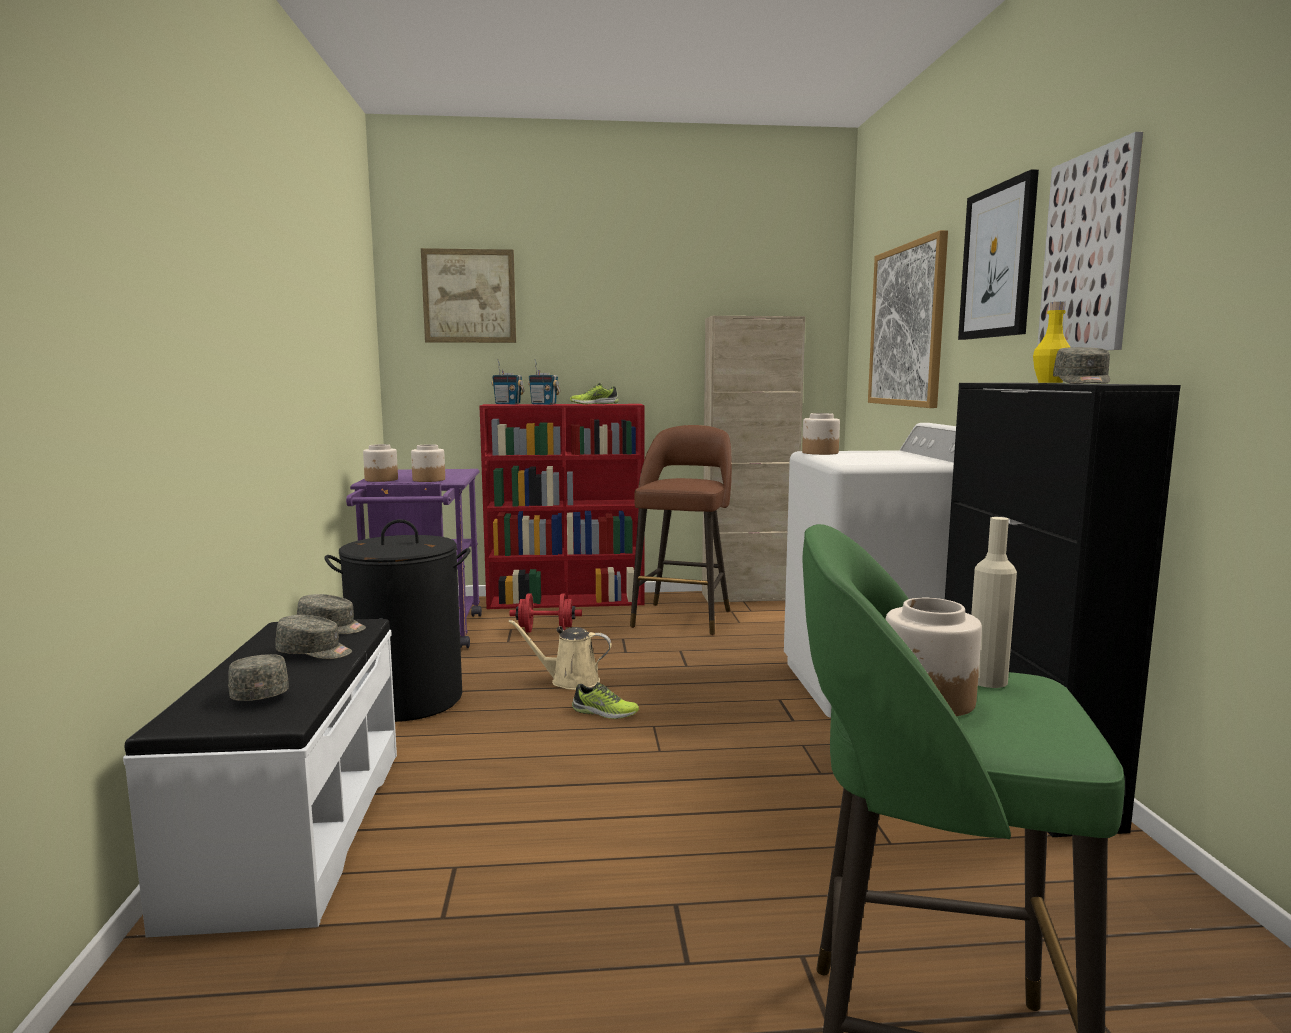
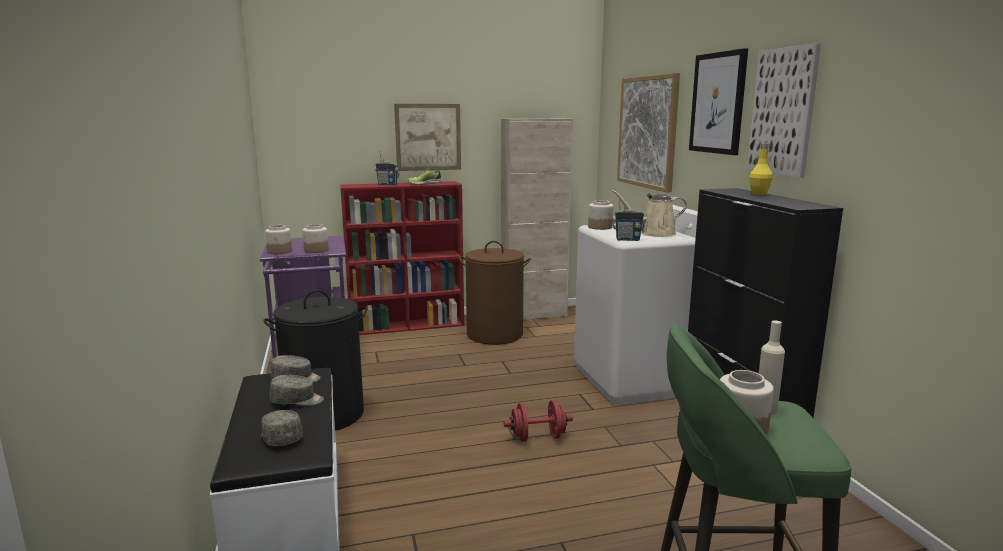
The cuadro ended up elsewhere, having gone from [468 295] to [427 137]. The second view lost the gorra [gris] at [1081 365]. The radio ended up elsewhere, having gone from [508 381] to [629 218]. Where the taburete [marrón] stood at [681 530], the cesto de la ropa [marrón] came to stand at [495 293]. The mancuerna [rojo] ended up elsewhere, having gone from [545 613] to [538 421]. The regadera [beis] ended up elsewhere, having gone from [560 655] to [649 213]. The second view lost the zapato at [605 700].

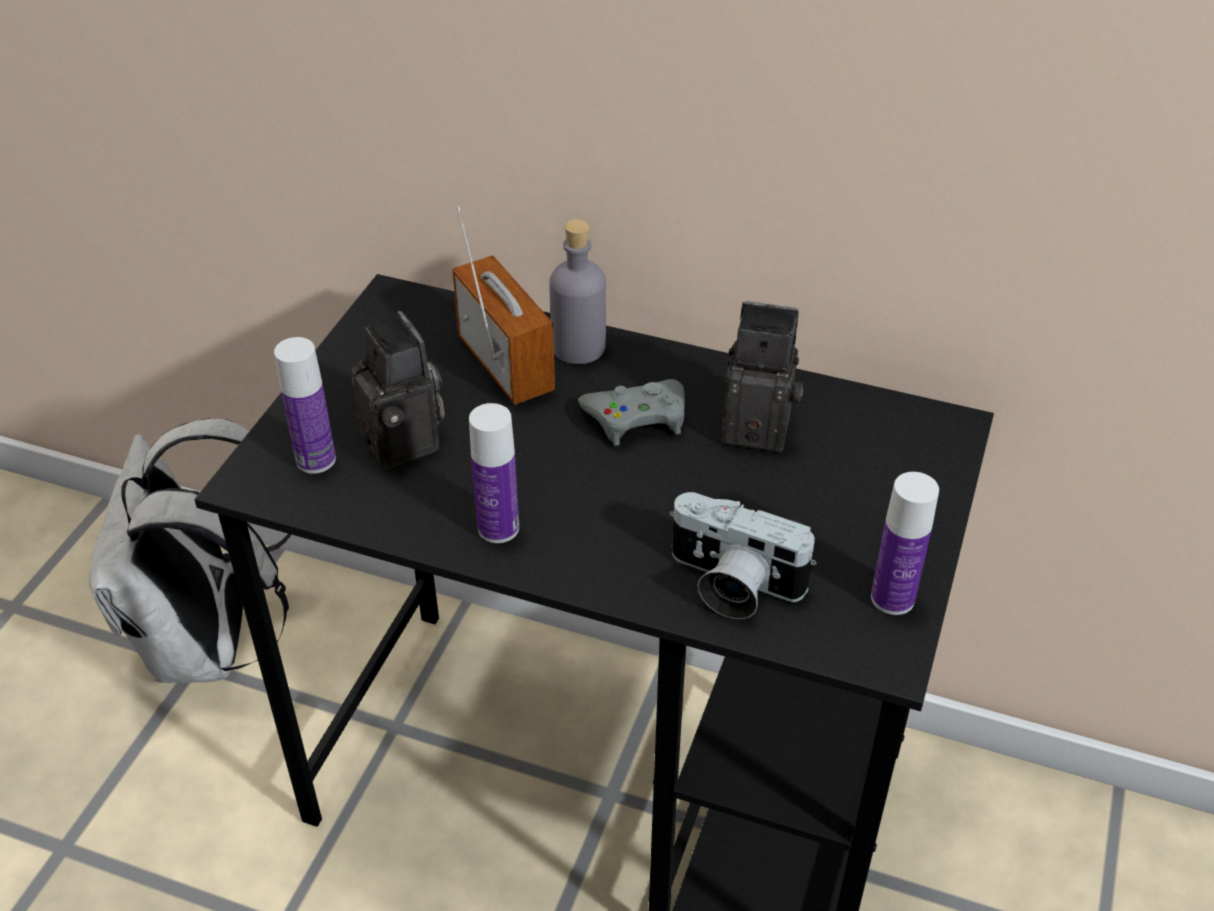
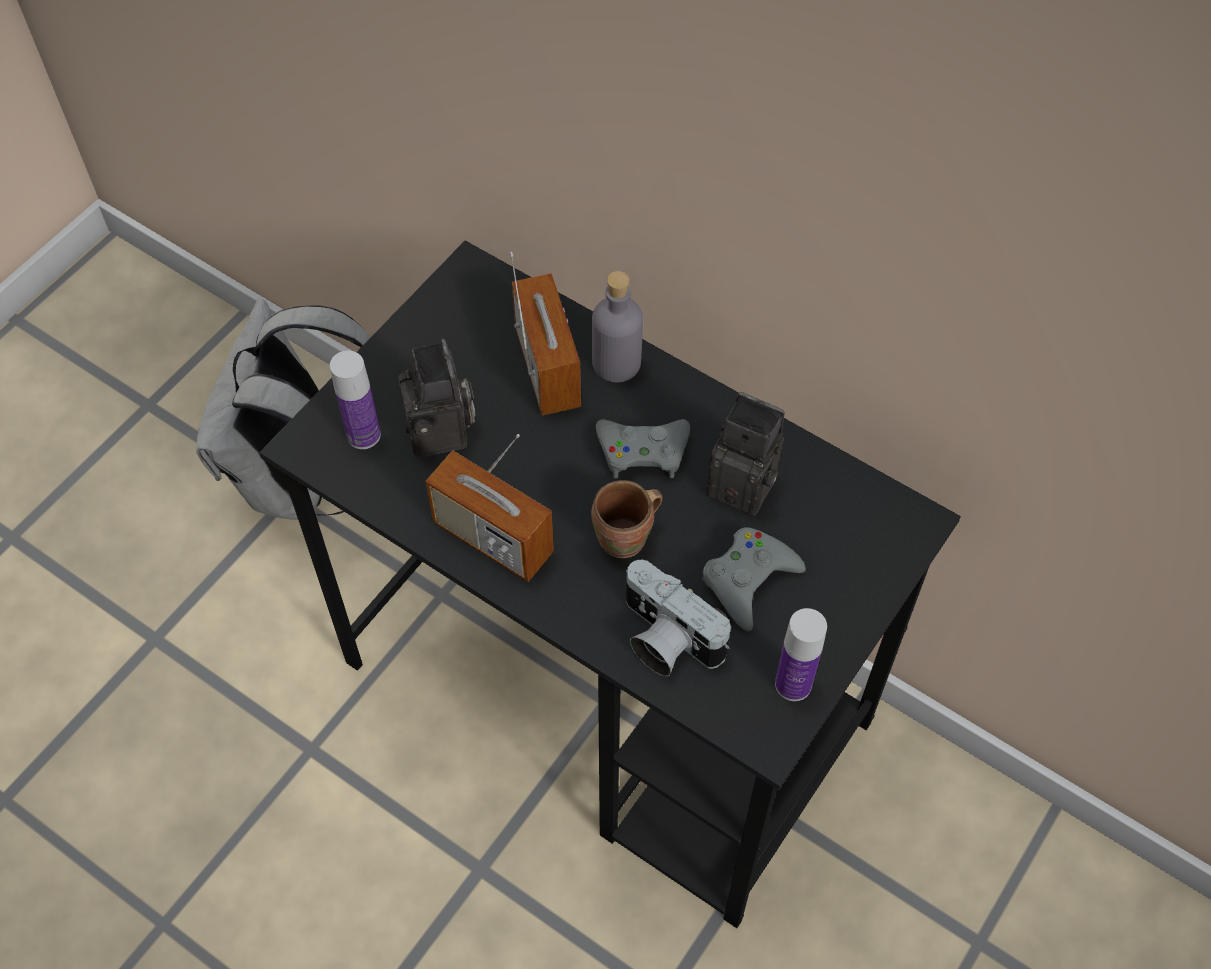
Where the botella stood at [494 473], the radio came to stand at [489 508]. The second view gained the taza grande [marrón] at [627 519]. The second view gained the mando de consola [gris] at [754 579].

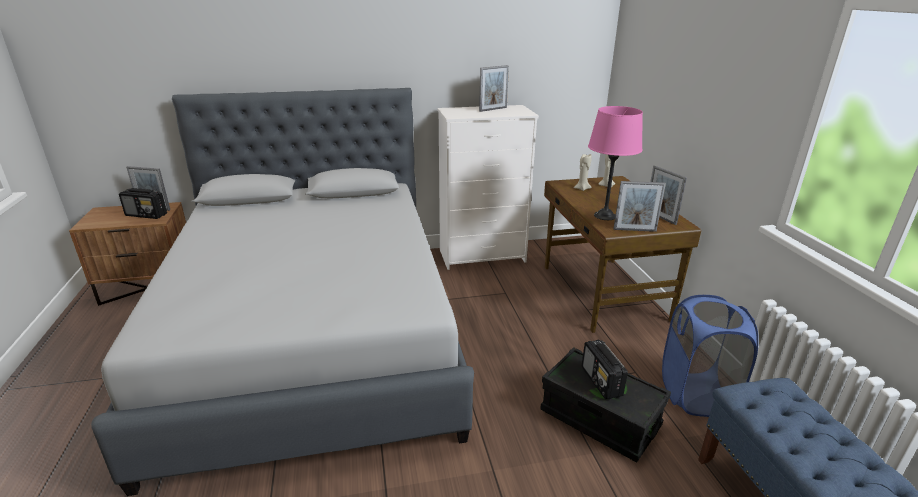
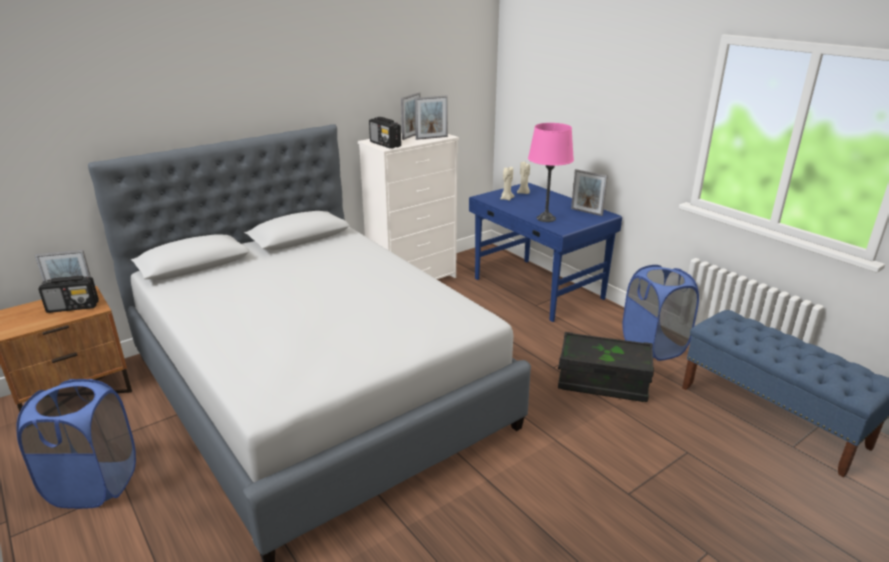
What was the escritorio [marrón] at [622 254] turned into the escritorio [azul] at [545 252]. The portarretratos ended up elsewhere, having gone from [640 206] to [431 118]. The radio ended up elsewhere, having gone from [605 369] to [385 132]. The second view gained the cesto de la ropa [azul] at [76 444].

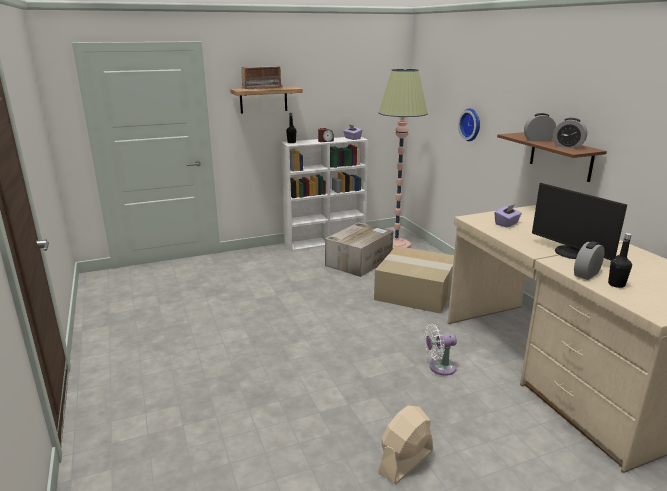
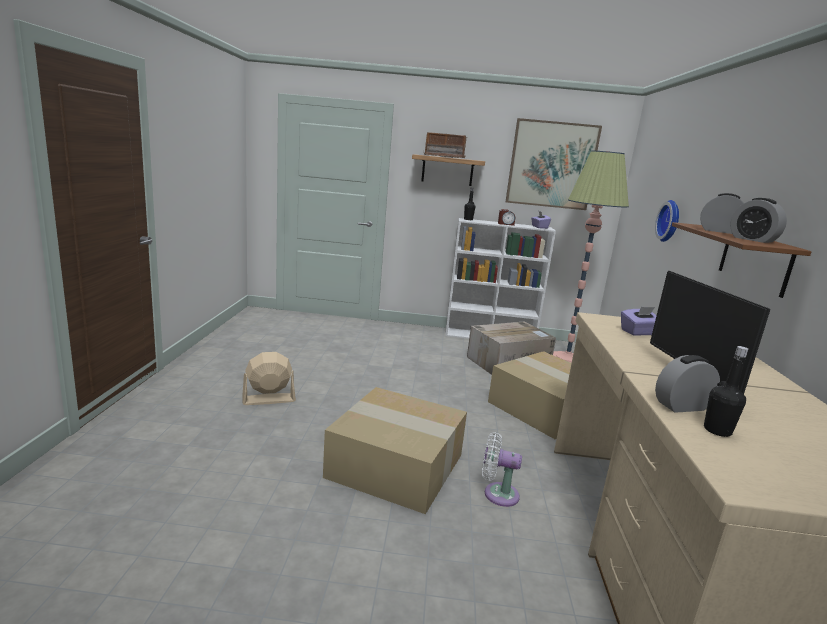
The ventilador [beis] ended up elsewhere, having gone from [405 445] to [269 378]. The second view gained the cuadro at [554 164]. The second view gained the caja de cartón at [395 450].

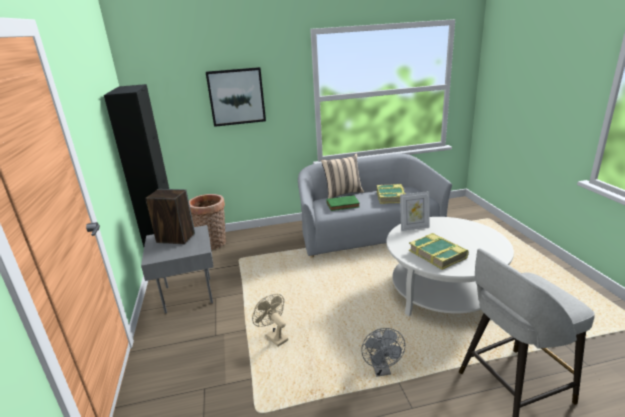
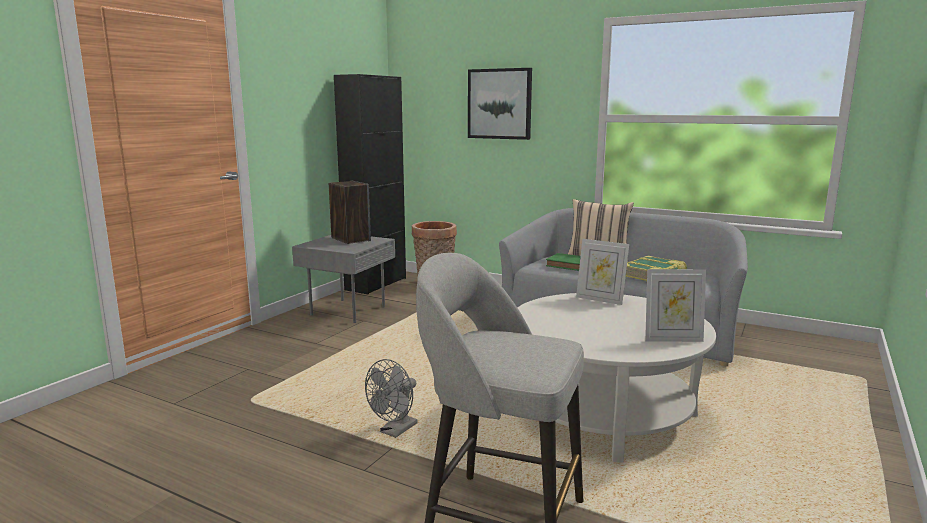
The second view lost the libro at [439 251]. The second view lost the ventilador [beis] at [270 320]. The second view gained the portarretratos at [675 305].

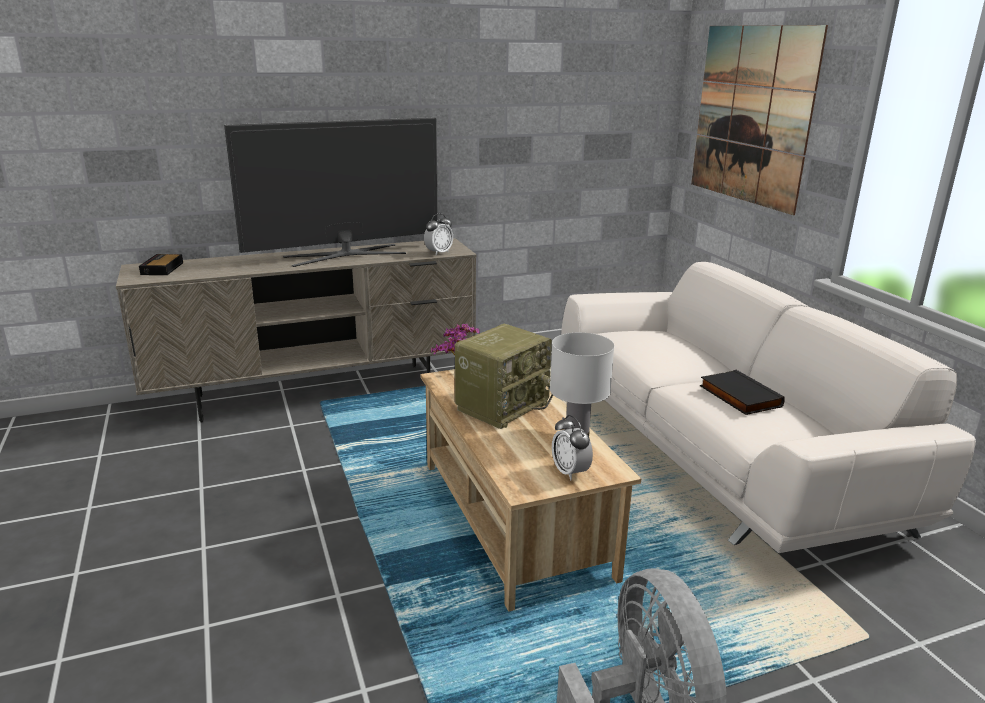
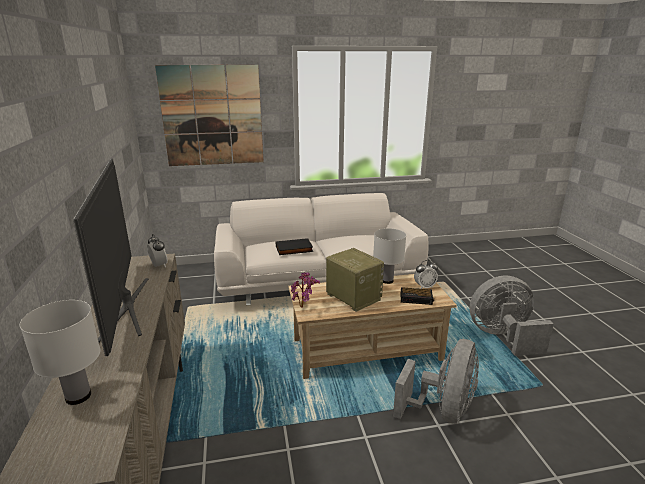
The despertador ended up elsewhere, having gone from [161 264] to [417 296]. The libro [negro] ended up elsewhere, having gone from [742 392] to [294 246]. The second view gained the lámpara de mesa [blanco] at [60 352]. The second view gained the ventilador [gris] at [436 381].

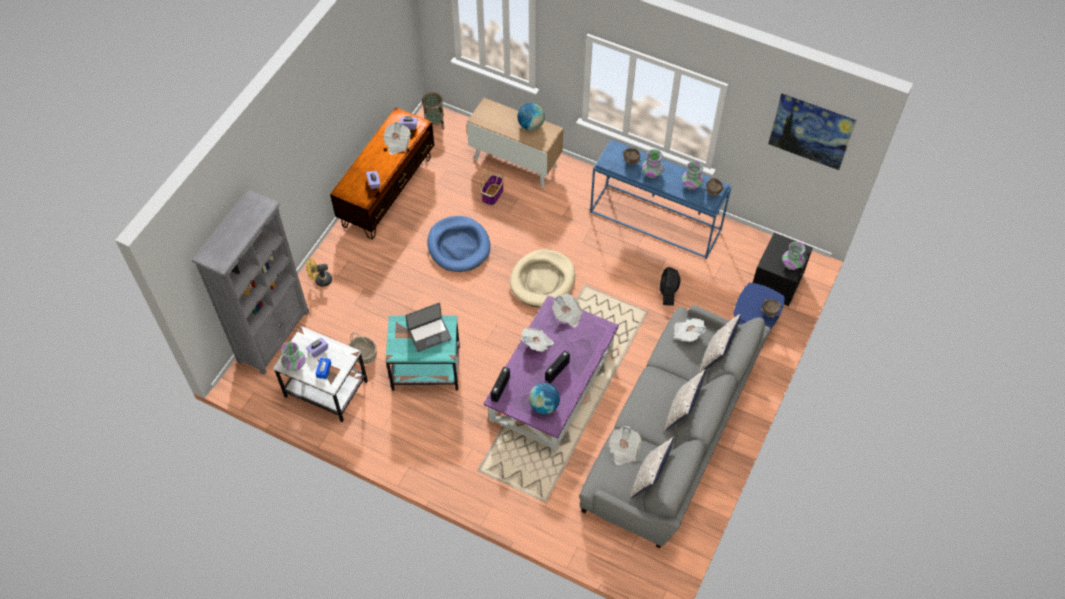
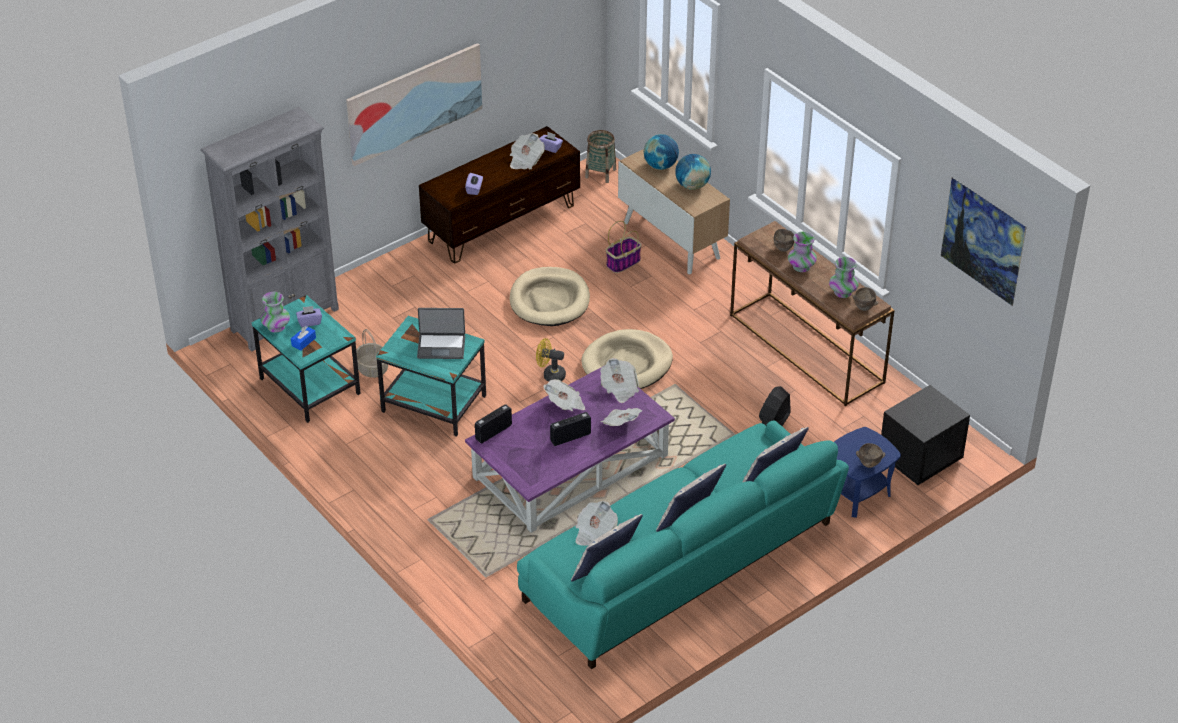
What was the mesa consola [azul] at [661 199] turned into the mesa consola [marrón] at [812 313]. What was the cama para perro [azul] at [459 244] turned into the cama para perro [beis] at [550 296]. The second view lost the florero at [794 255]. The ventilador [amarillo] ended up elsewhere, having gone from [319 272] to [551 360]. What was the sofá [gris] at [675 427] turned into the sofá [turquesa] at [683 544]. The periódico ended up elsewhere, having gone from [690 330] to [622 417]. What was the mesa auxiliar [blanco] at [320 374] turned into the mesa auxiliar [turquesa] at [306 359]. The globo terráqueo ended up elsewhere, having gone from [544 398] to [661 152]. The second view gained the cuadro at [414 104].

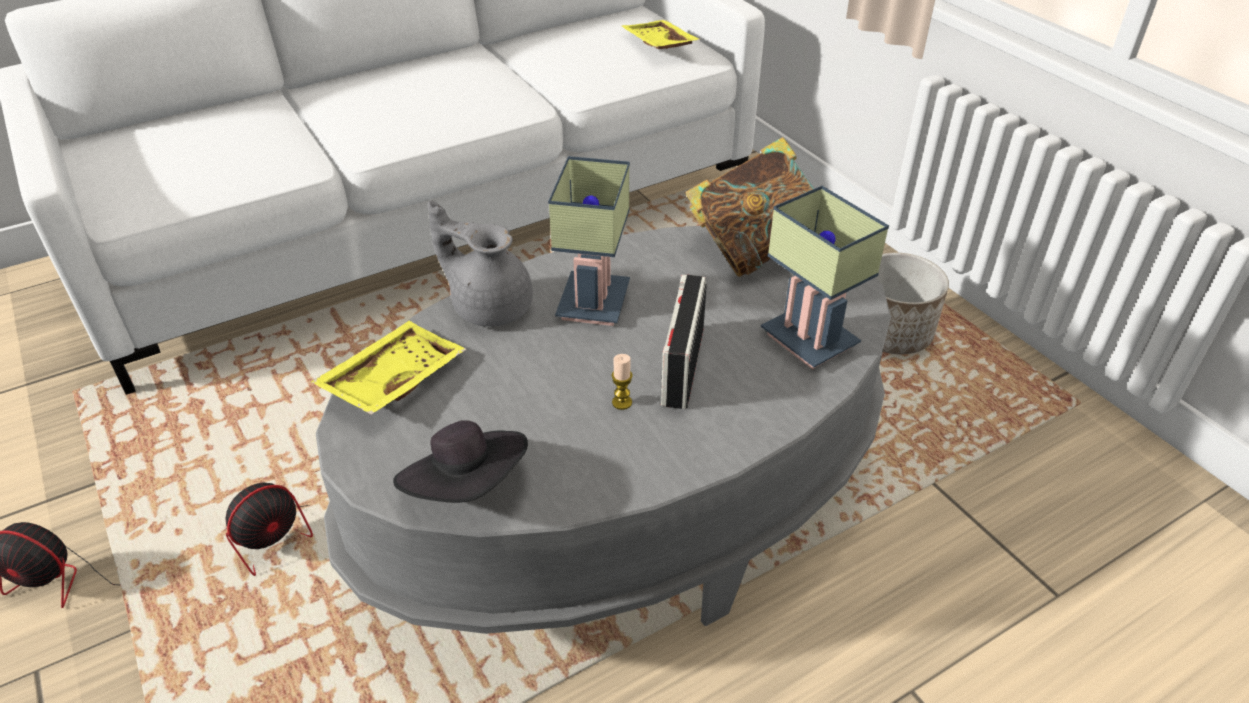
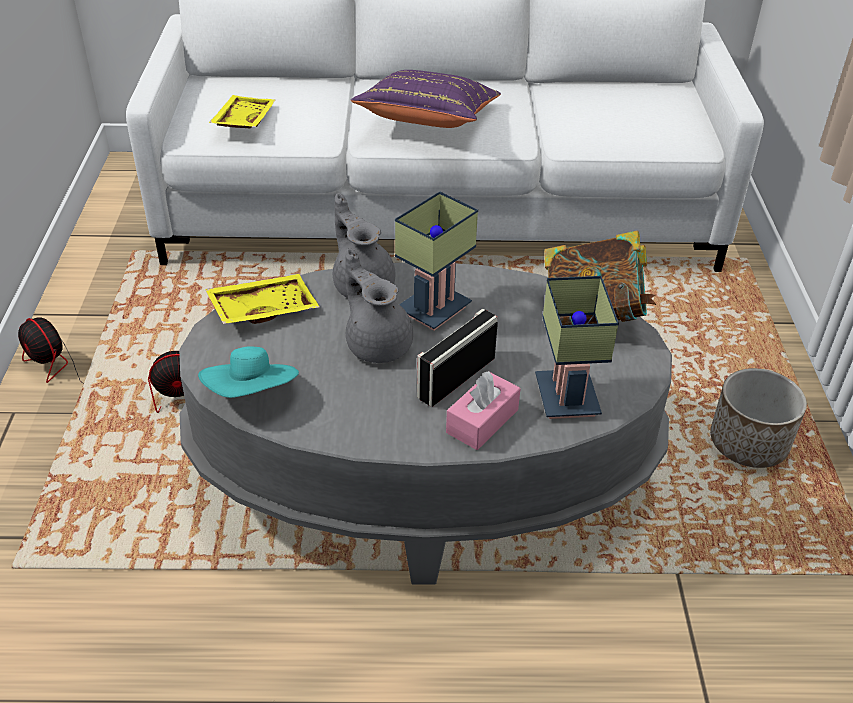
The bandeja [amarillo] ended up elsewhere, having gone from [661 34] to [242 111]. The second view lost the vela at [622 382]. What was the sombrero [negro] at [460 461] turned into the sombrero [turquesa] at [248 372]. The second view gained the cojín [morado] at [426 99]. The second view gained the tetera [gris] at [379 306]. The second view gained the caja de pañuelos [rosa] at [483 410].

